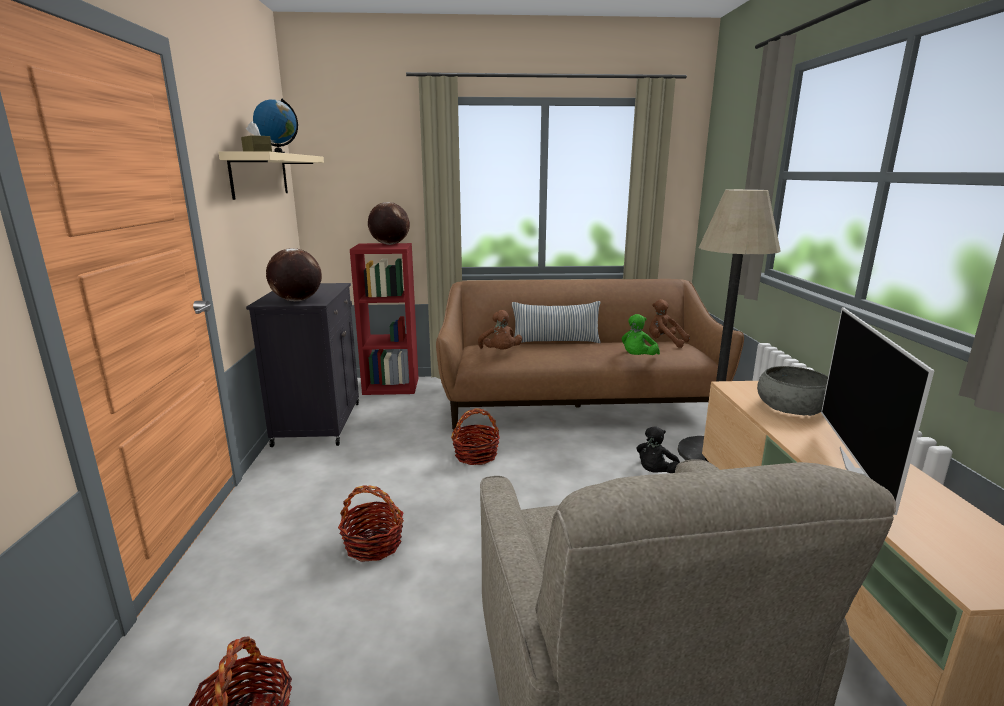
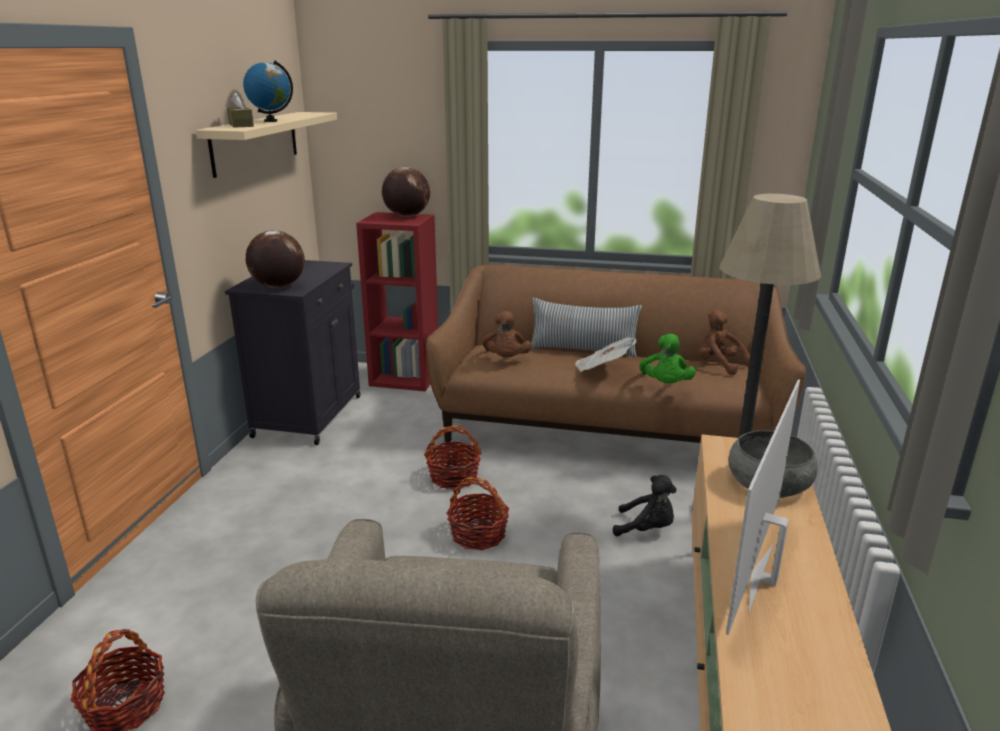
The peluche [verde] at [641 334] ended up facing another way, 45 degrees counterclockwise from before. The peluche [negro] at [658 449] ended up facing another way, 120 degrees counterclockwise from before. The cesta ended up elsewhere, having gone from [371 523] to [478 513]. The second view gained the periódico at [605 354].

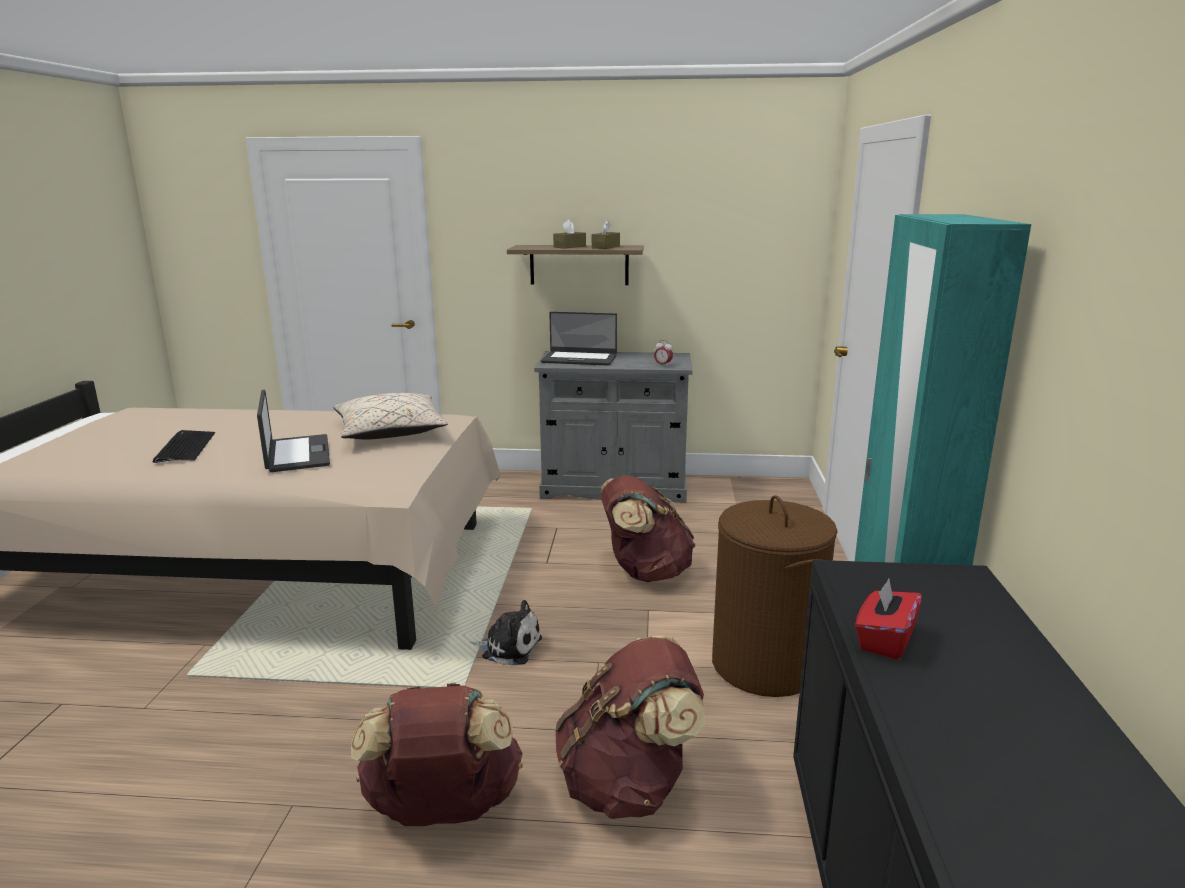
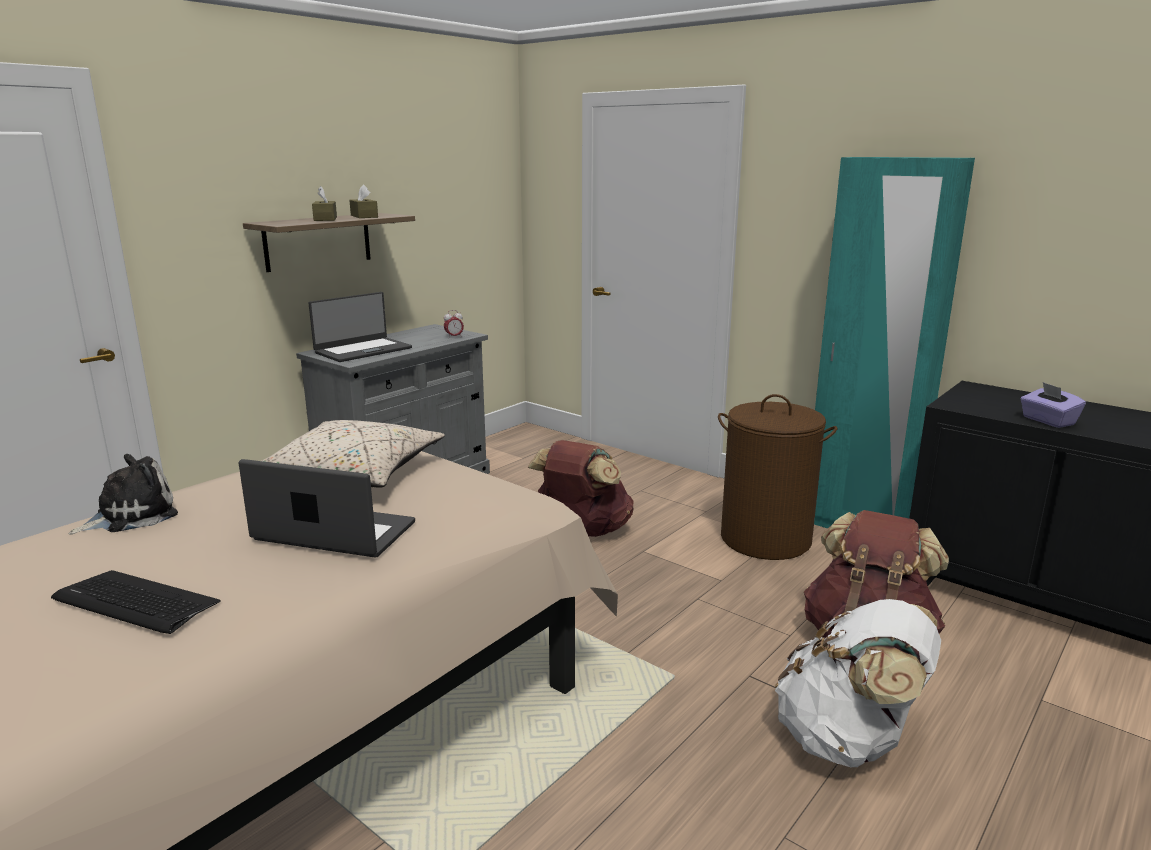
What was the caja de pañuelos [rojo] at [888 619] turned into the caja de pañuelos [morado] at [1053 405]. The peluche ended up elsewhere, having gone from [506 632] to [123 494]. What was the mochila [marrón] at [437 754] turned into the mochila [blanco] at [858 683].

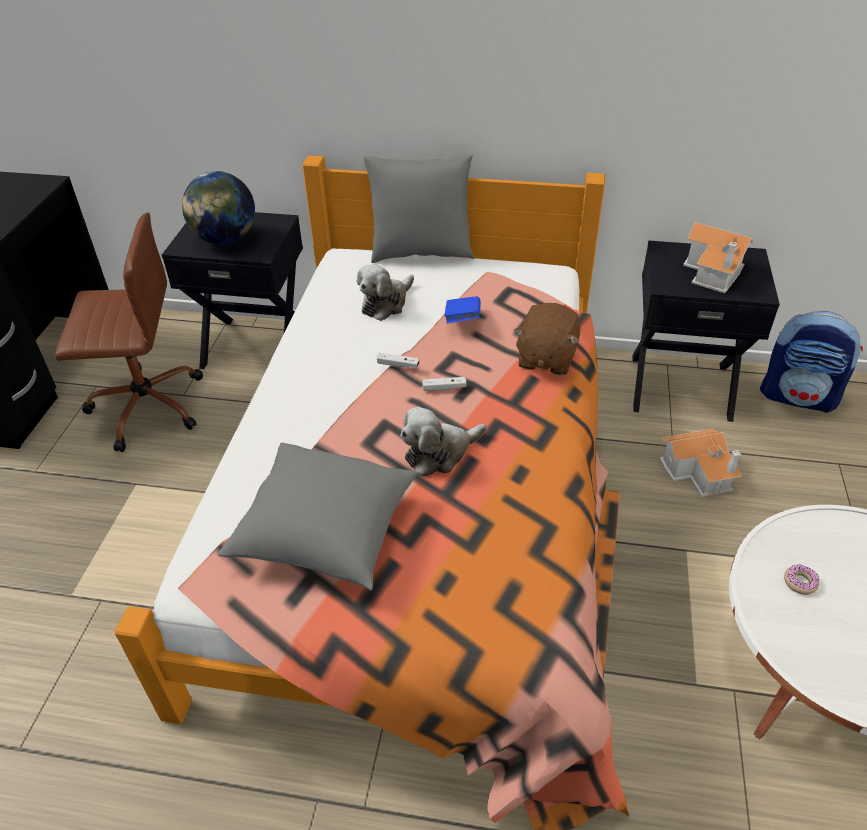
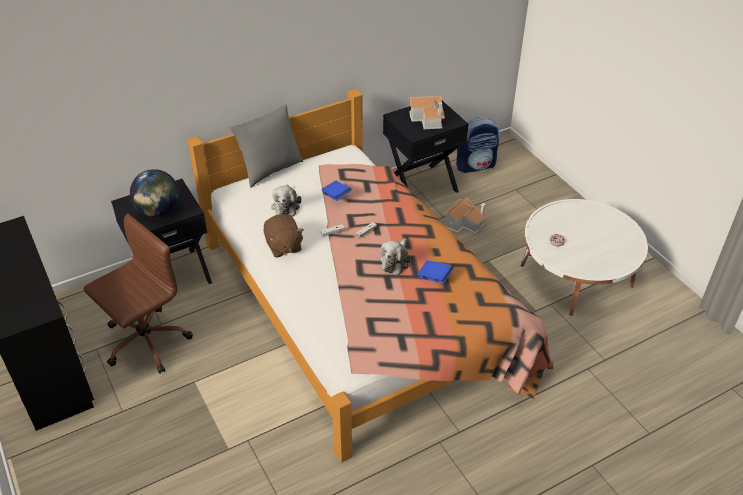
The peluche [marrón] ended up elsewhere, having gone from [547 339] to [283 235]. The second view lost the cojín [gris] at [318 517]. The second view gained the libro [azul] at [435 271].

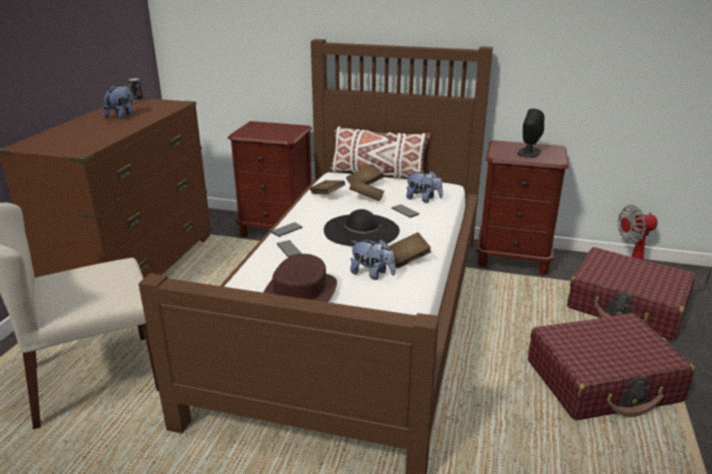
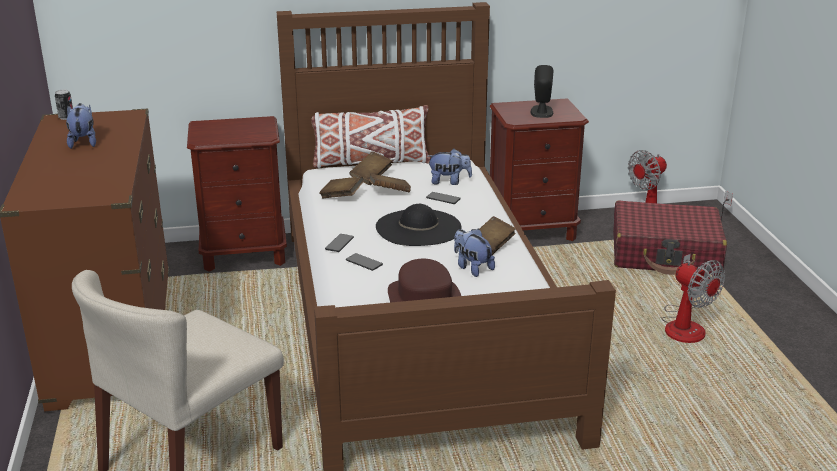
The peluche at [372 259] ended up facing another way, 135 degrees counterclockwise from before. Where the maleta [rojo] stood at [611 366], the ventilador came to stand at [693 298].

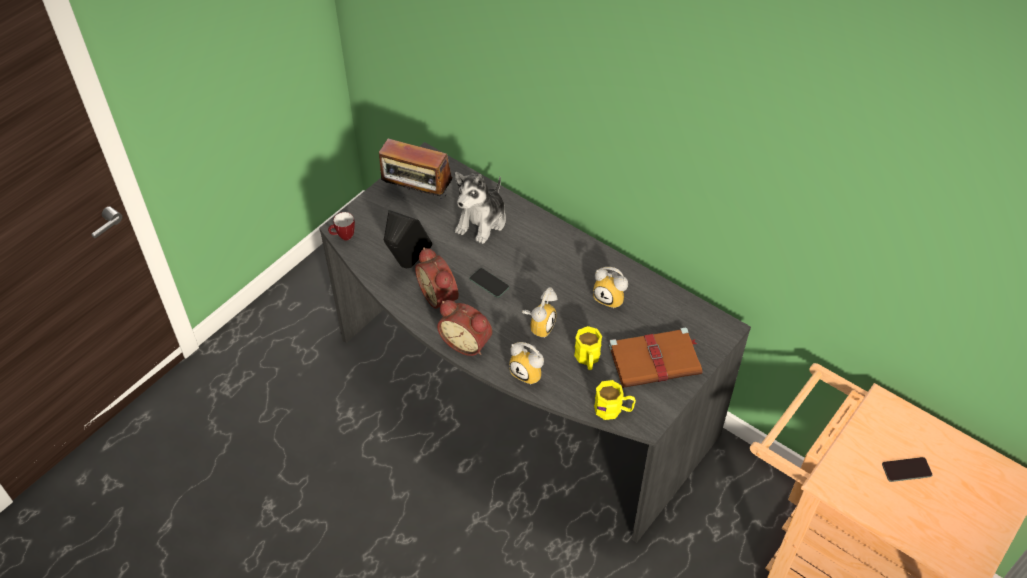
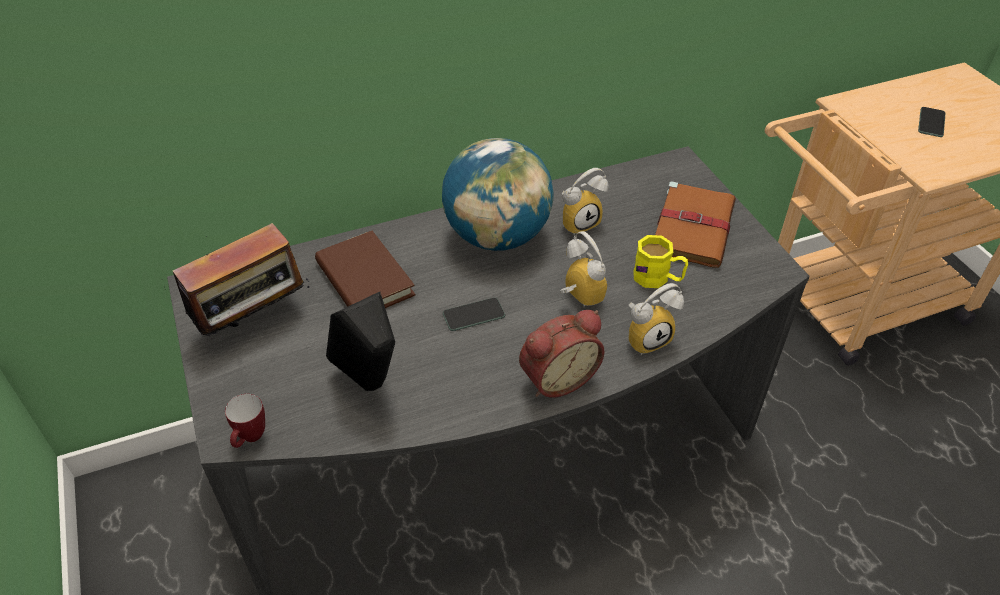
Where the peluche stood at [480 208], the libro [marrón] came to stand at [365 269]. The second view lost the despertador at [437 278]. The second view lost the taza grande [amarillo] at [615 400]. The second view gained the globo terráqueo at [498 194].

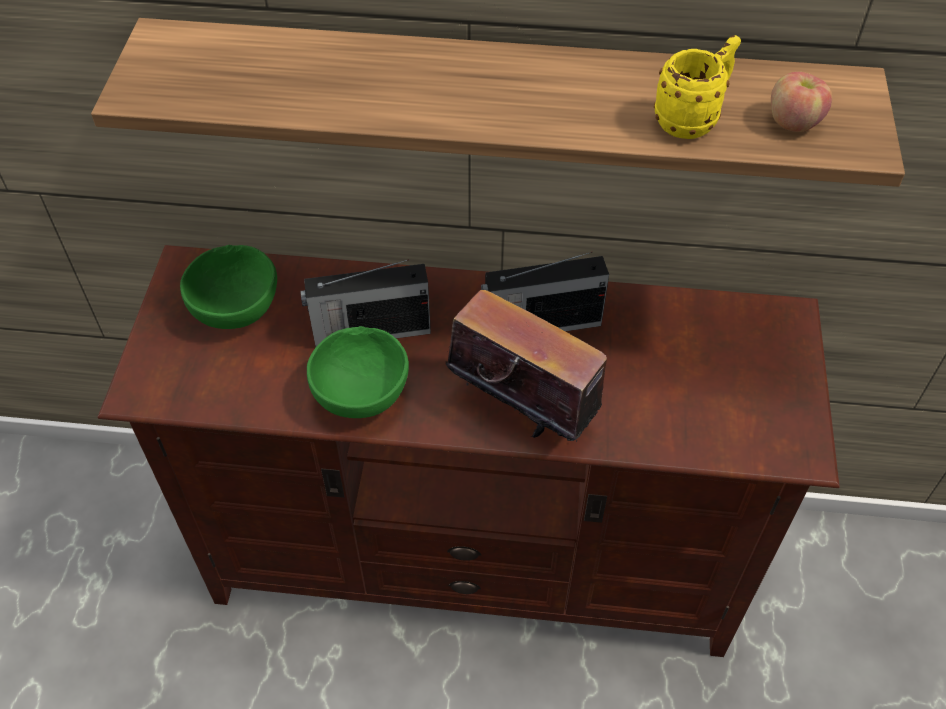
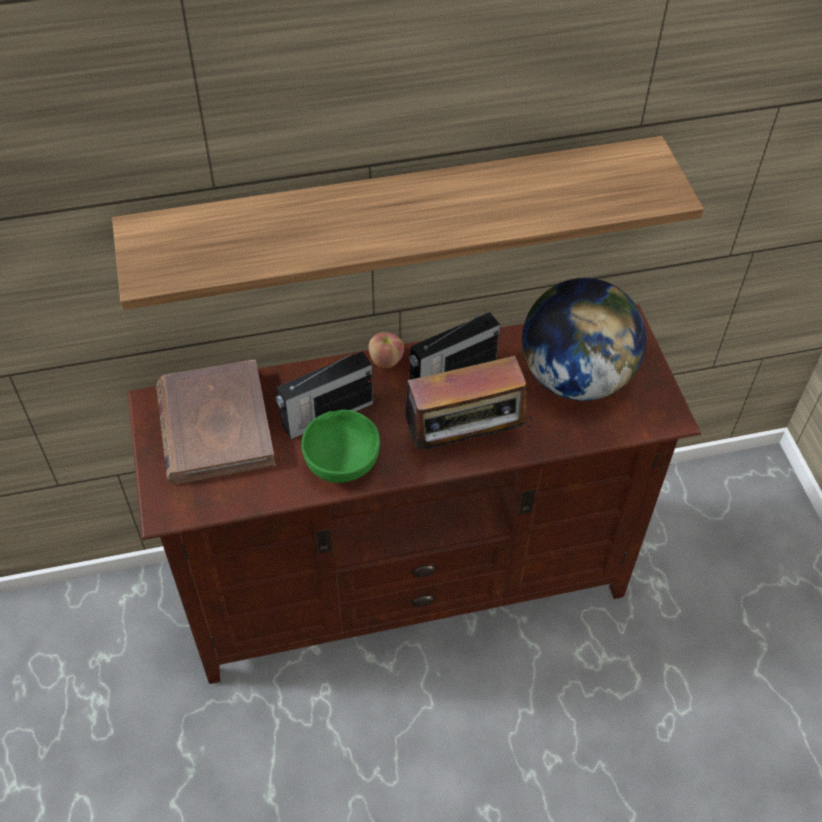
The second view lost the taza grande [amarillo] at [697 87]. The manzana ended up elsewhere, having gone from [801 102] to [386 350]. Where the cuenco [verde] stood at [228 287], the libro [marrón] came to stand at [215 422]. The radio at [526 366] ended up facing another way, 150 degrees clockwise from before. The second view gained the globo terráqueo at [584 339].

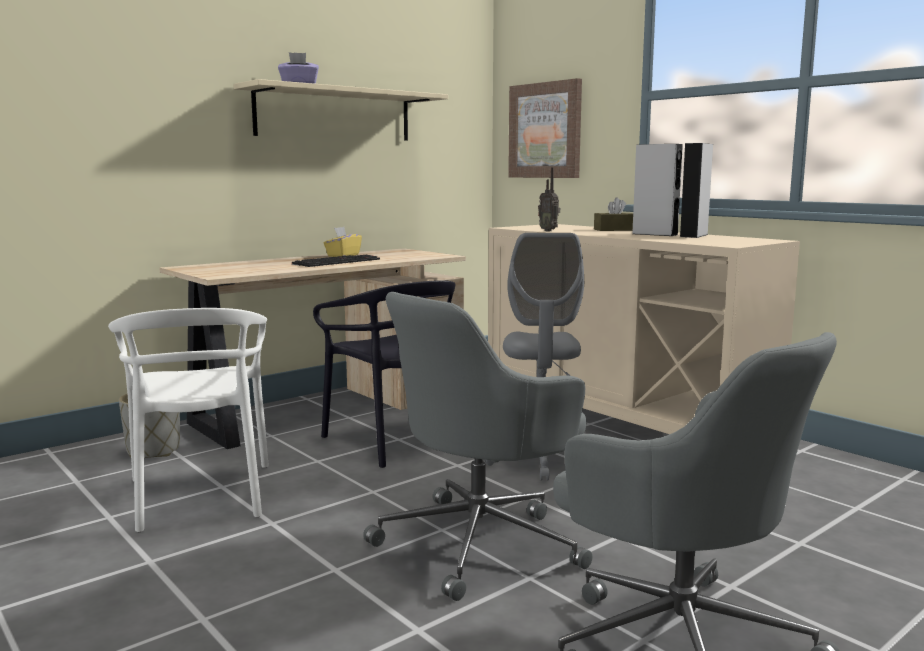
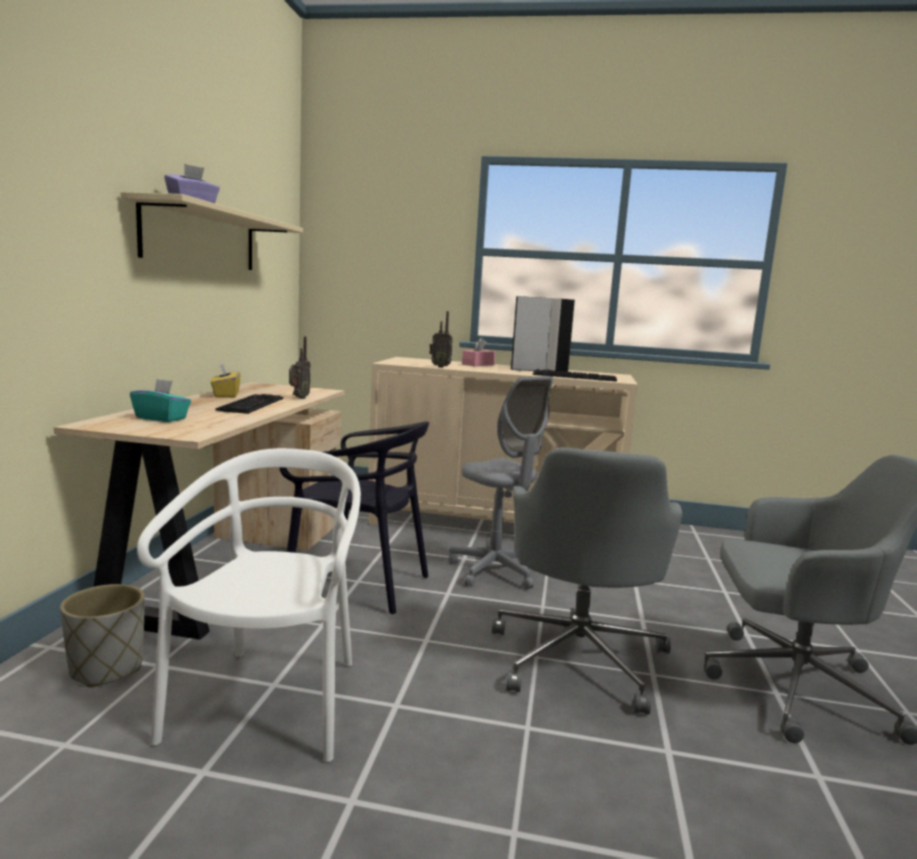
The second view lost the cuadro at [545 128]. What was the caja de pañuelos [marrón] at [613 214] turned into the caja de pañuelos [rosa] at [478 352]. The silla [blanco] at [188 420] ended up facing another way, 120 degrees counterclockwise from before. The second view gained the radio at [300 367]. The second view gained the teclado at [575 375]. The second view gained the caja de pañuelos [turquesa] at [160 400].

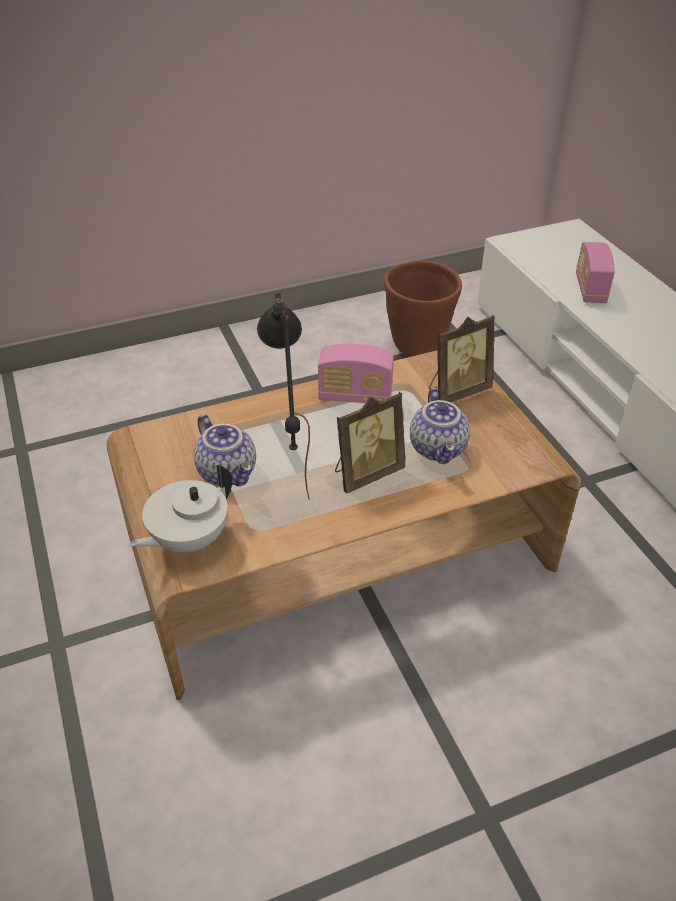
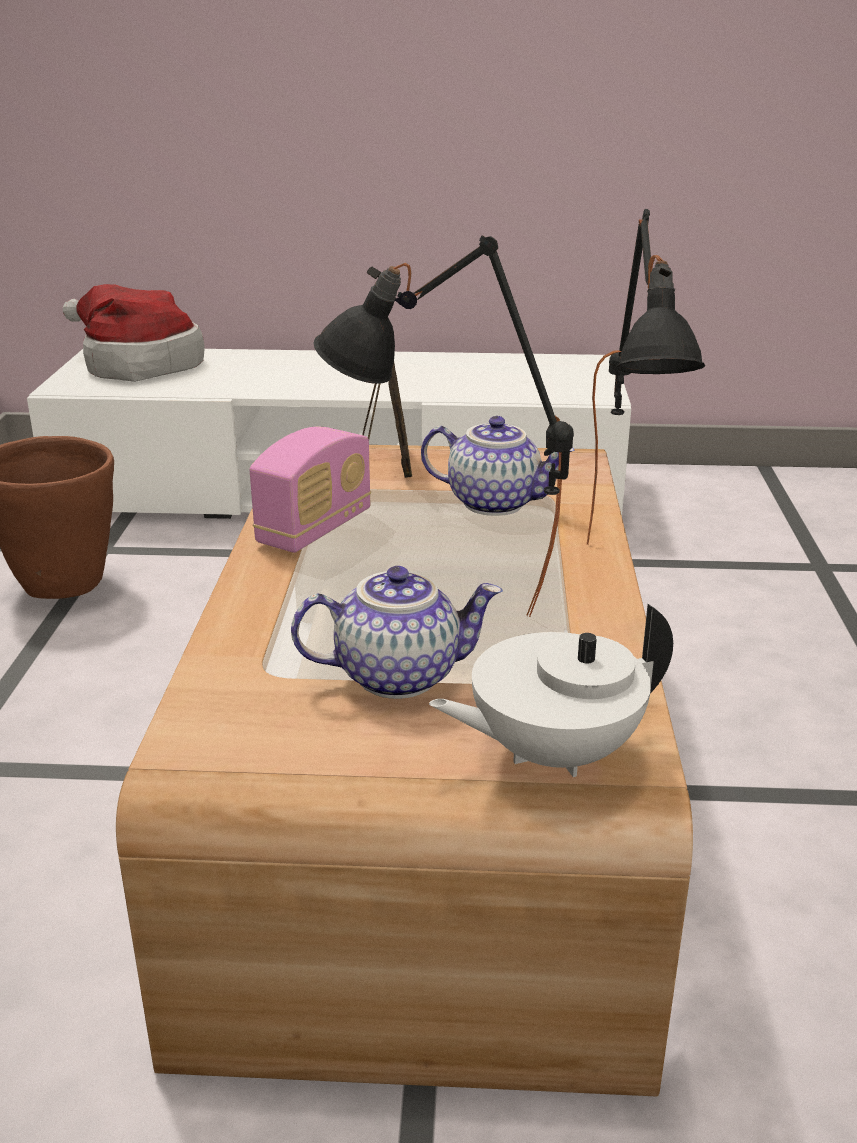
The second view lost the radio at [595 272]. The second view lost the portarretratos at [370 443]. The tetera [blanco] at [180 508] ended up facing another way, 90 degrees clockwise from before. The second view gained the lámpara de mesa [negro] at [646 377]. The second view gained the sombrero at [134 333].

